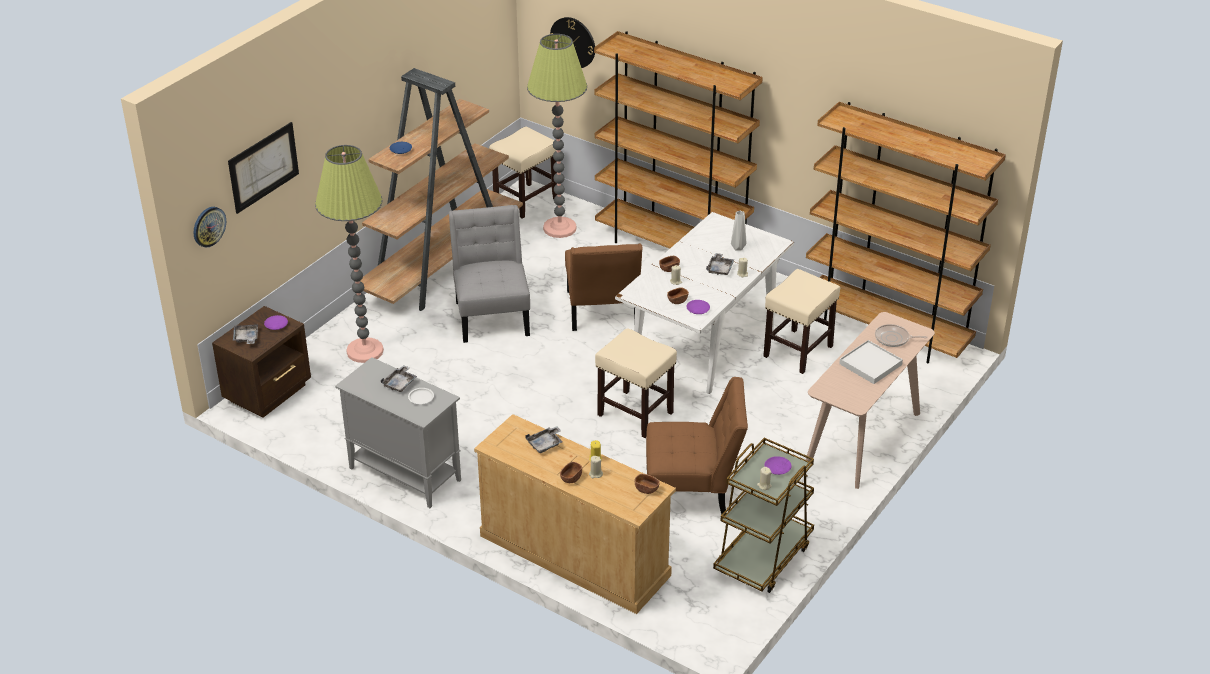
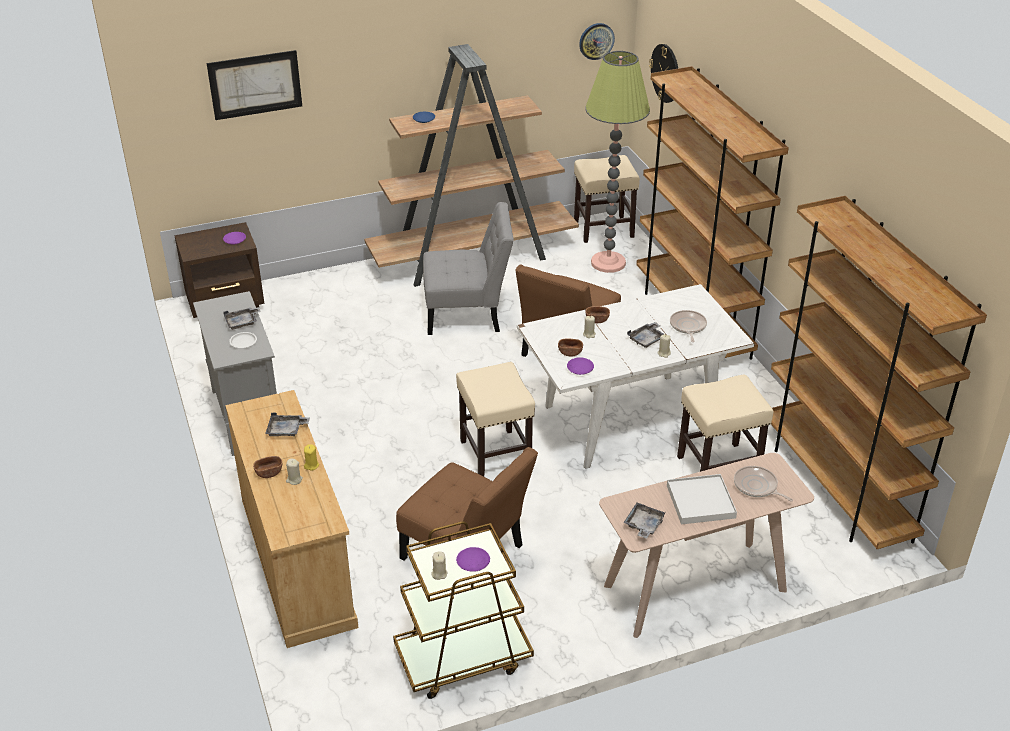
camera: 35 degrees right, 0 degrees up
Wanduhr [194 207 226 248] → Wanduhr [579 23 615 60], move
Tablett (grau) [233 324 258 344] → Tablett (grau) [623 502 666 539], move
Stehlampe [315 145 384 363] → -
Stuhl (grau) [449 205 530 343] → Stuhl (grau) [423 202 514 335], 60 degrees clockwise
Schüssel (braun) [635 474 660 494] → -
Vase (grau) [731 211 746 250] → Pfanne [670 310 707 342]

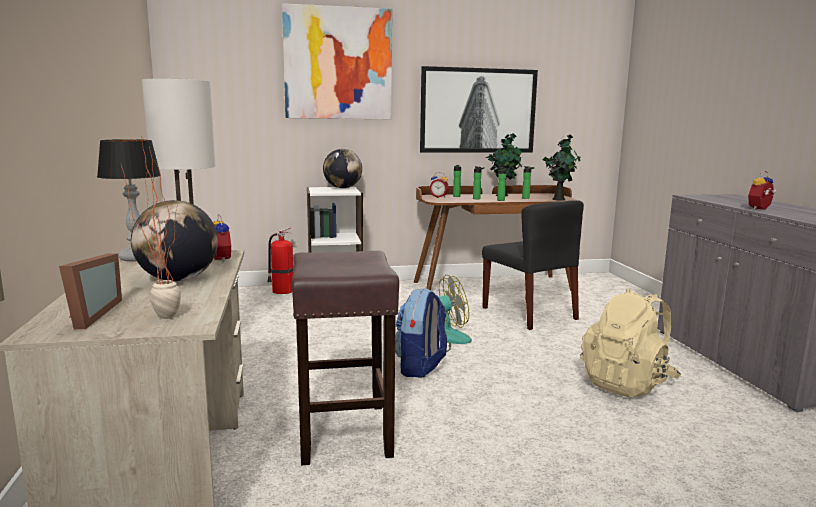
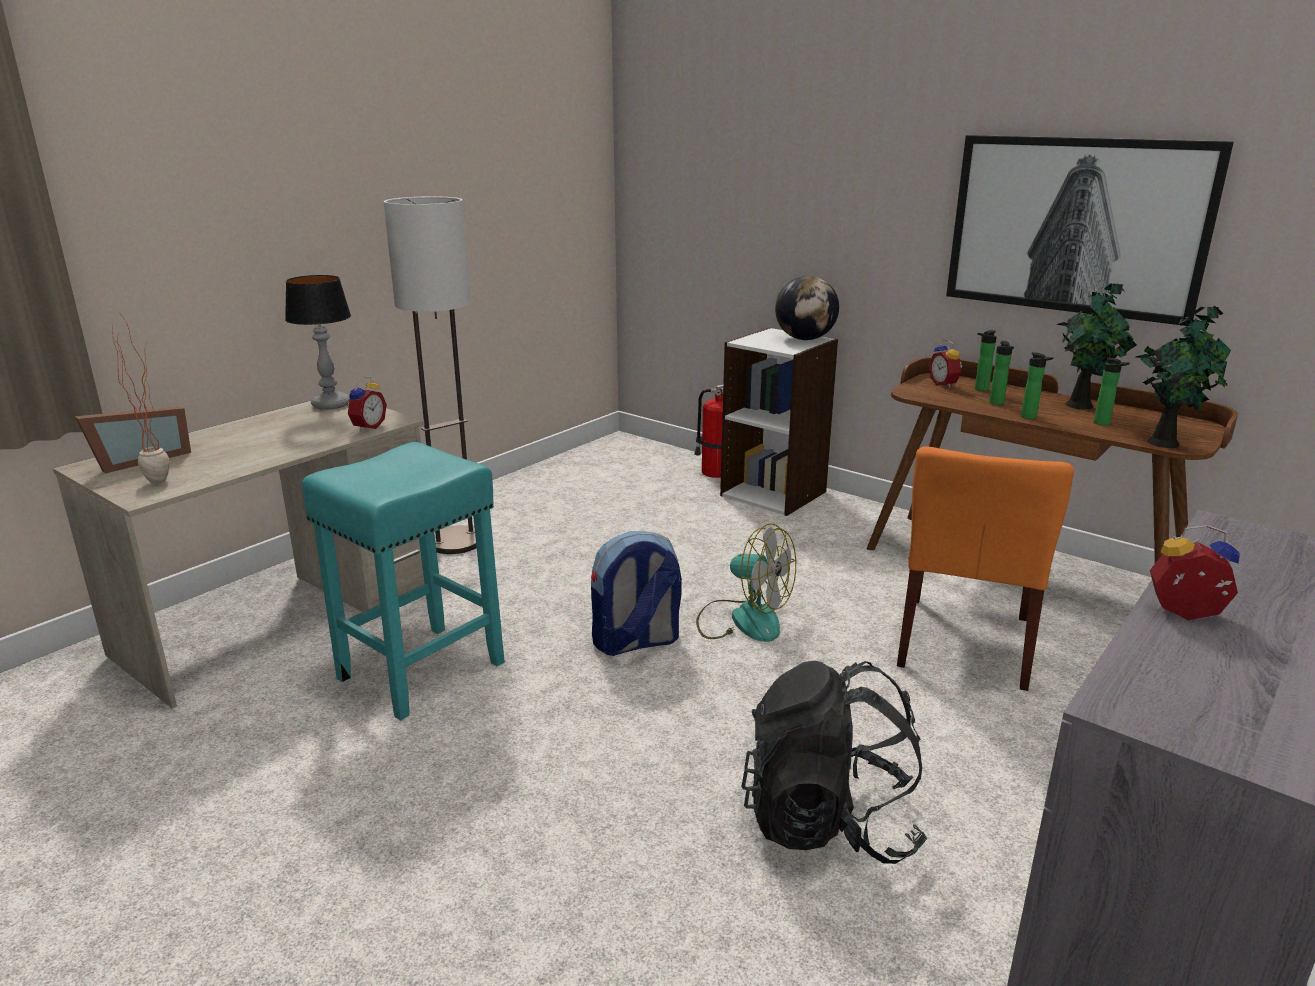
camera: 50 degrees right, 10 degrees up
Globus [131 200 218 281] → -
Bild [282 3 392 119] → -
Hocker (braun) [292 251 399 465] → Hocker (türkis) [302 442 505 720]
Stuhl (schwarz) [482 200 584 330] → Stuhl (orange) [897 446 1074 691]
Rucksack (beige) [580 289 681 397] → Rucksack (schwarz) [741 661 928 864]

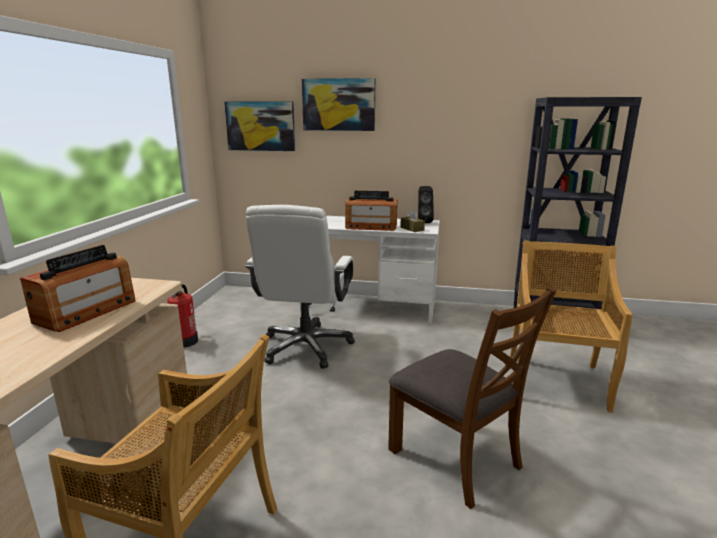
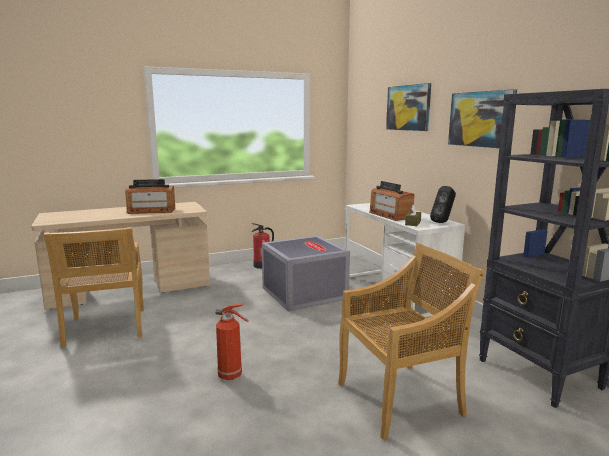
camera: 55 degrees right, 5 degrees down
Bild [224 101 295 151] → Bild [448 89 517 148], move
Bürostuhl (weiß) [245 205 355 369] → Aufbewahrungsbox (grau) [262 236 350 312]
Stuhl (braun) [388 286 557 509] → Feuerlöscher [216 304 249 380]

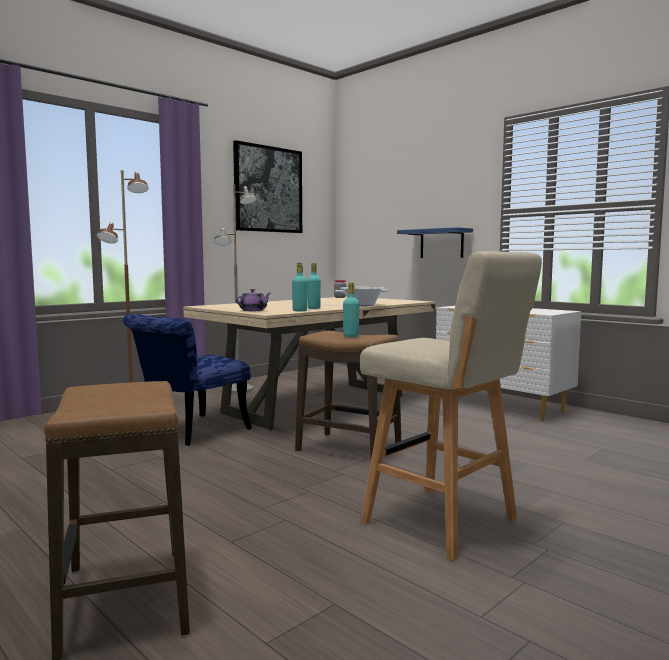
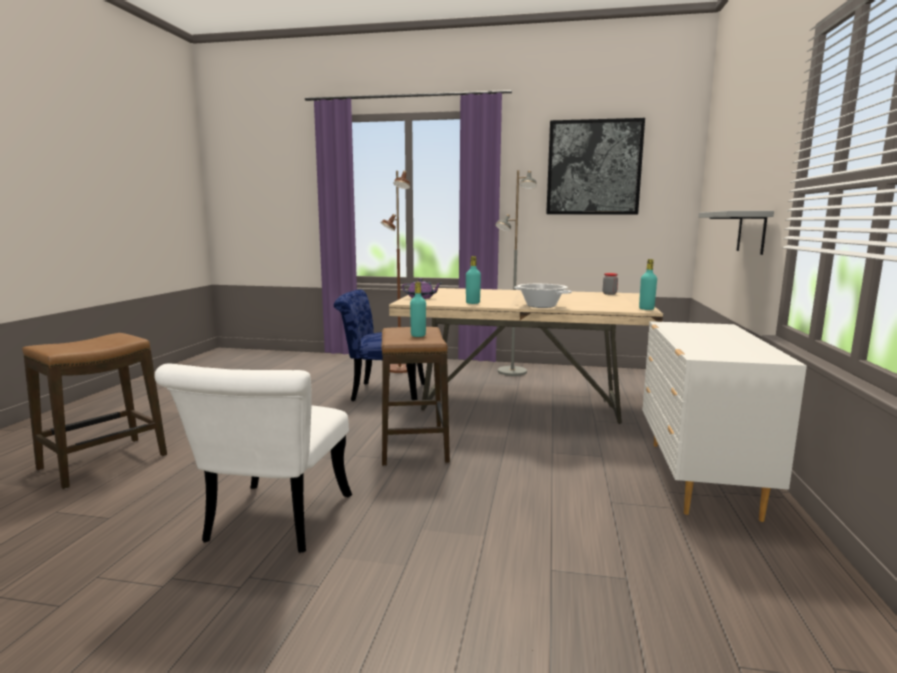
camera: 55 degrees right, 5 degrees up
Flasche (türkis) [292 263 308 311] → Flasche (türkis) [639 259 657 310], move
Hocker (beige) [360 251 542 561] → Stuhl (weiß) [154 364 352 553]
Wandregal (blau) [397 227 473 258] → Wandregal (grau) [698 211 774 255]

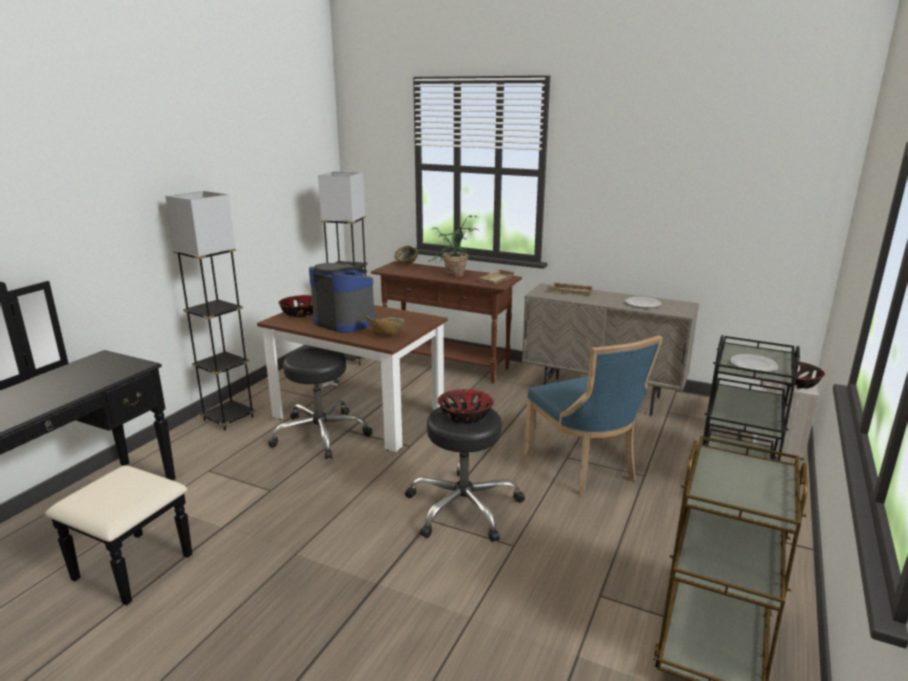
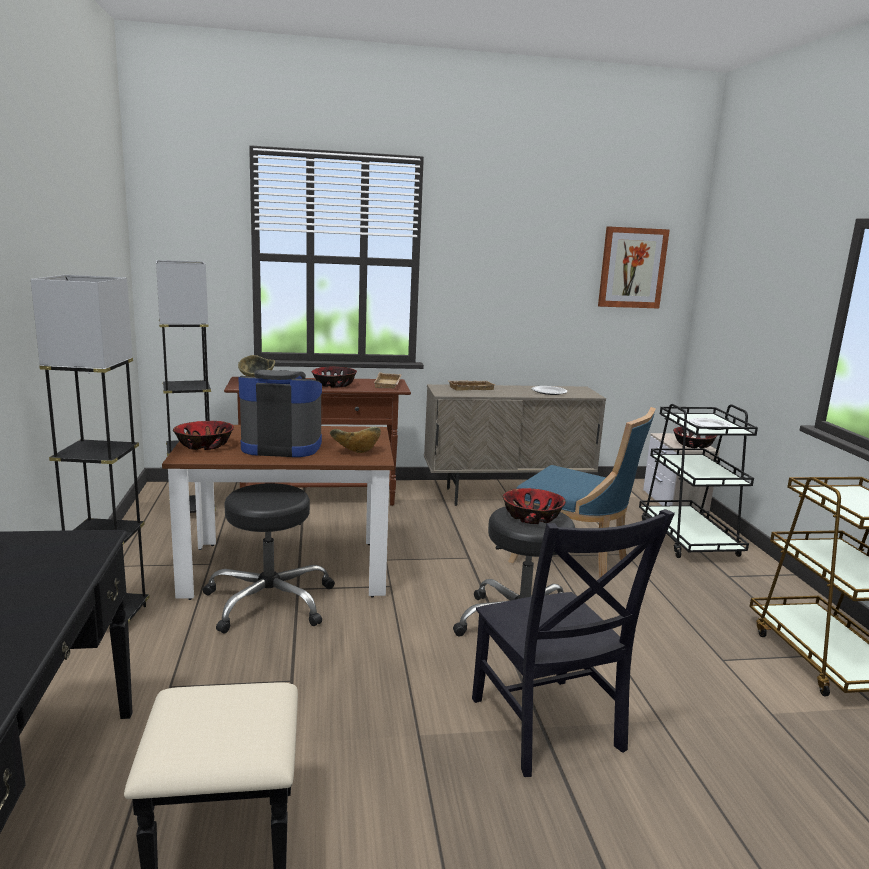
camera: 35 degrees left, 5 degrees down
Topfpflanze [427 216 479 277] → Schüssel [312 367 357 388]
- → Stuhl (schwarz) [472 509 675 777]
- → Bild [598 226 670 308]

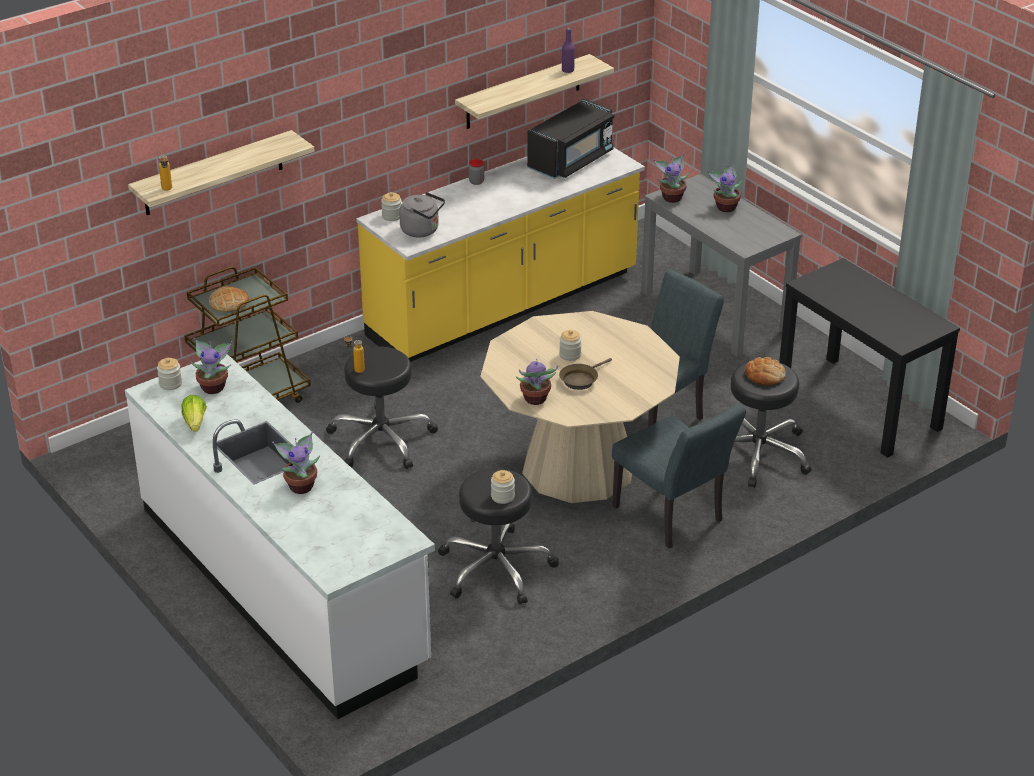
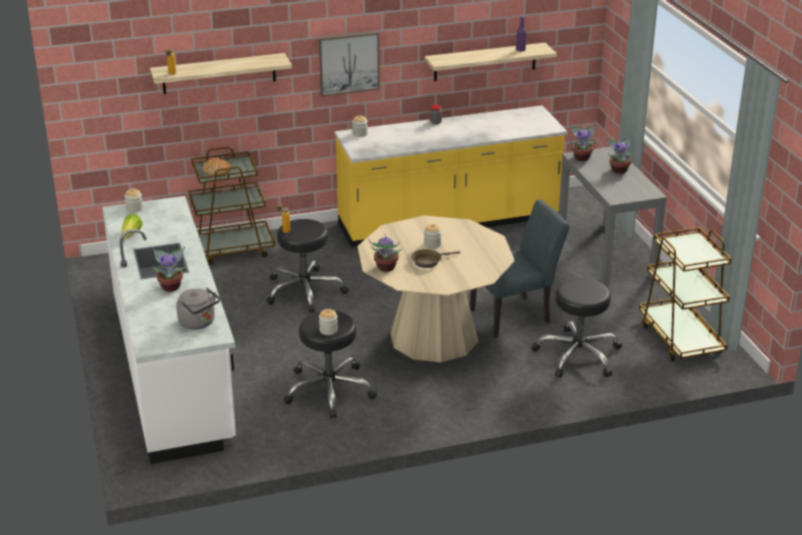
camera: 20 degrees right, 5 degrees down
Topfpflanze [190 338 233 394] → -
Wasserkessel (grau) [399 192 445 237] → Wasserkessel (grau) [176 288 220 330], move
Mikrowelle (schwarz) [527 99 615 179] → -
Stuhl (grau) [612 404 746 548] → -
Brot [745 357 786 385] → -
Konsolentisch (schwarz) [779 258 960 458] → Rollwagen (braun) [639 227 731 361]
- → Bild [319 32 380 96]

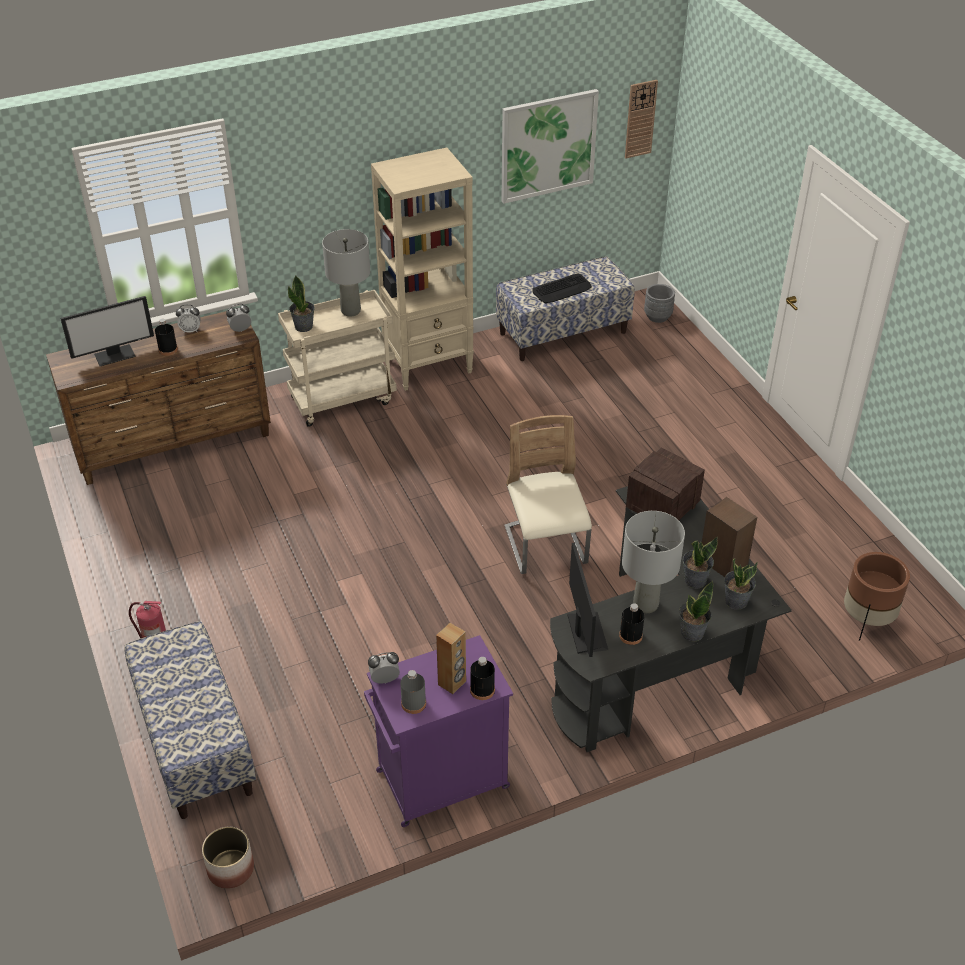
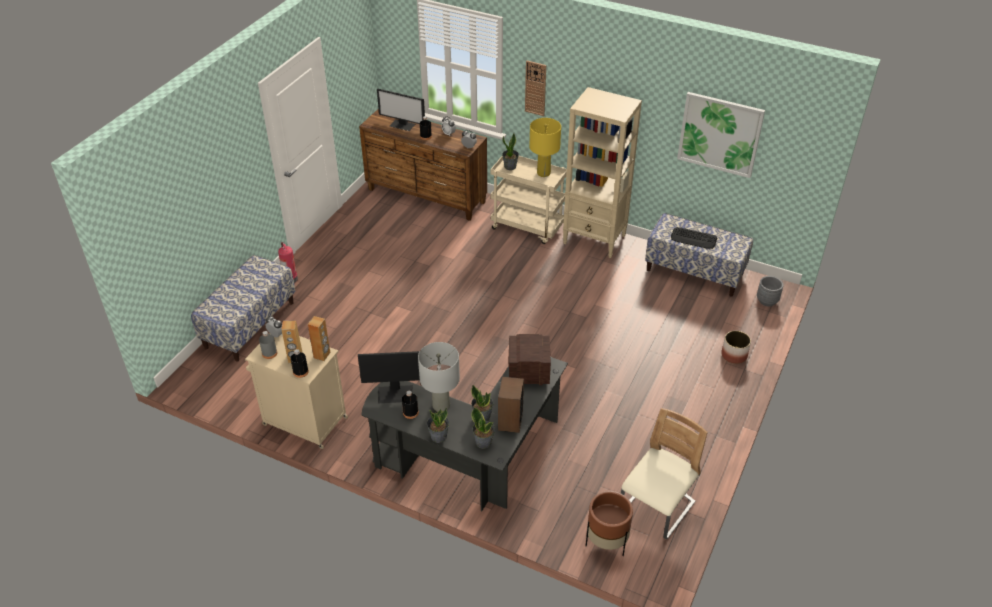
camera: 50 degrees right, 0 degrees up
Pflanzkübel [202 827 254 889] → Pflanzkübel [721 331 751 364], move
Tischlampe (grau) [322 229 370 317] → Tischlampe (gelb) [529 118 561 177]
Schrank (lila) [364 635 513 827] → Schrank (beige) [245 333 348 449]
Stuhl (beige) [505 415 592 574] → Stuhl (beige) [621 408 708 539], move
Monitor [567 543 608 657] → Monitor [358 351 420 403], 45 degrees clockwise
Wanduhr [625 80 658 158] → Wanduhr [525 61 546 116], move
- → Lautsprecher (braun) [308 316 330 361]

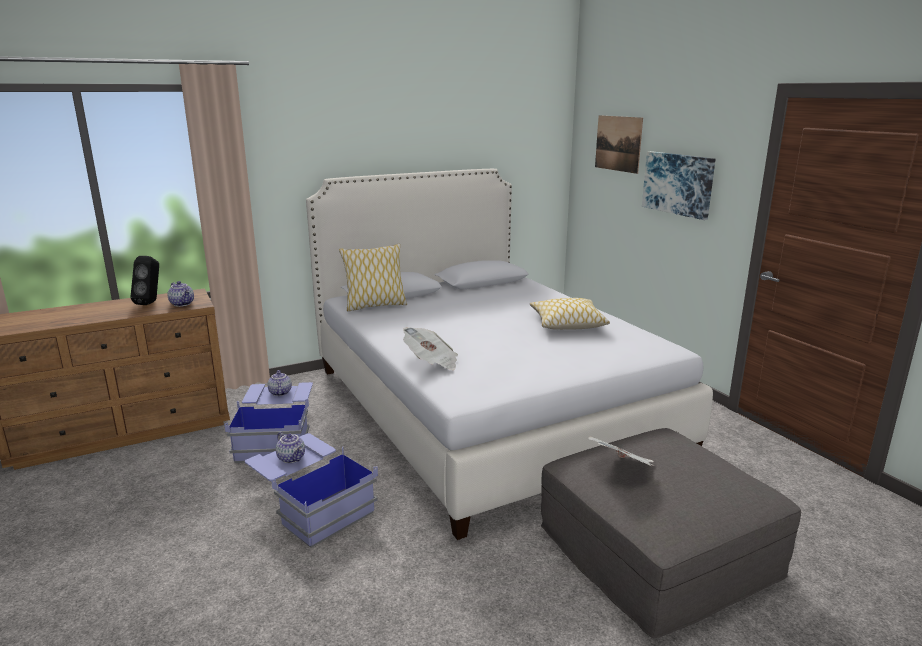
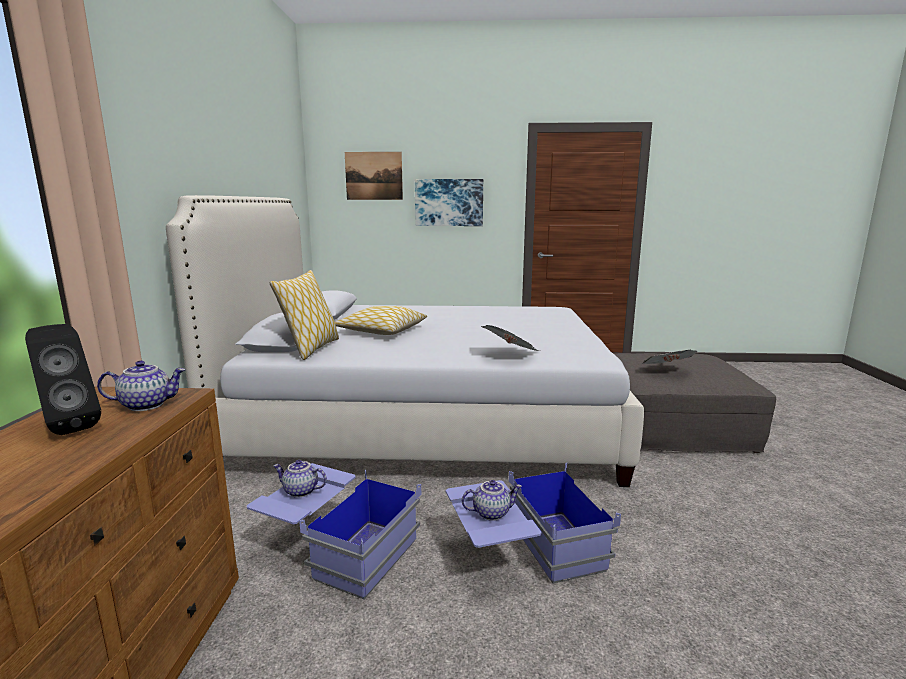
camera: 60 degrees left, 5 degrees down
Kissen [530 298 610 330] → Kissen [335 306 427 335], move

